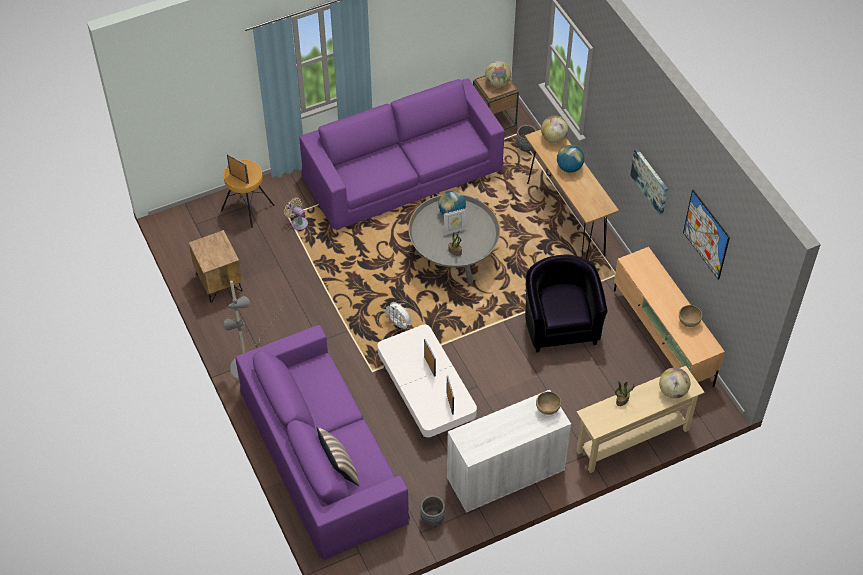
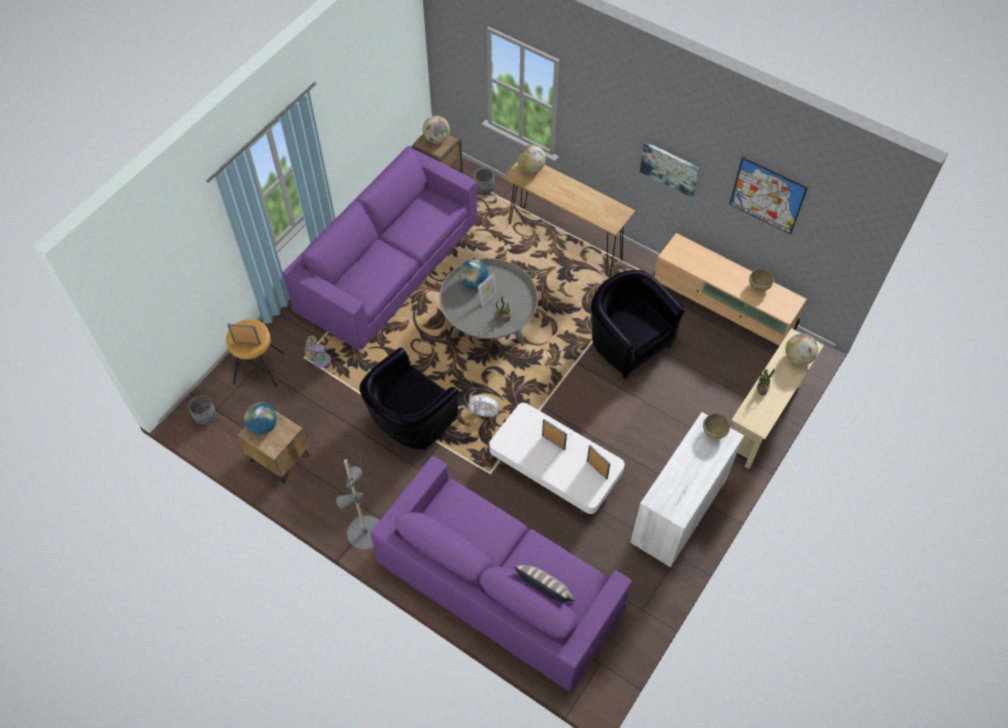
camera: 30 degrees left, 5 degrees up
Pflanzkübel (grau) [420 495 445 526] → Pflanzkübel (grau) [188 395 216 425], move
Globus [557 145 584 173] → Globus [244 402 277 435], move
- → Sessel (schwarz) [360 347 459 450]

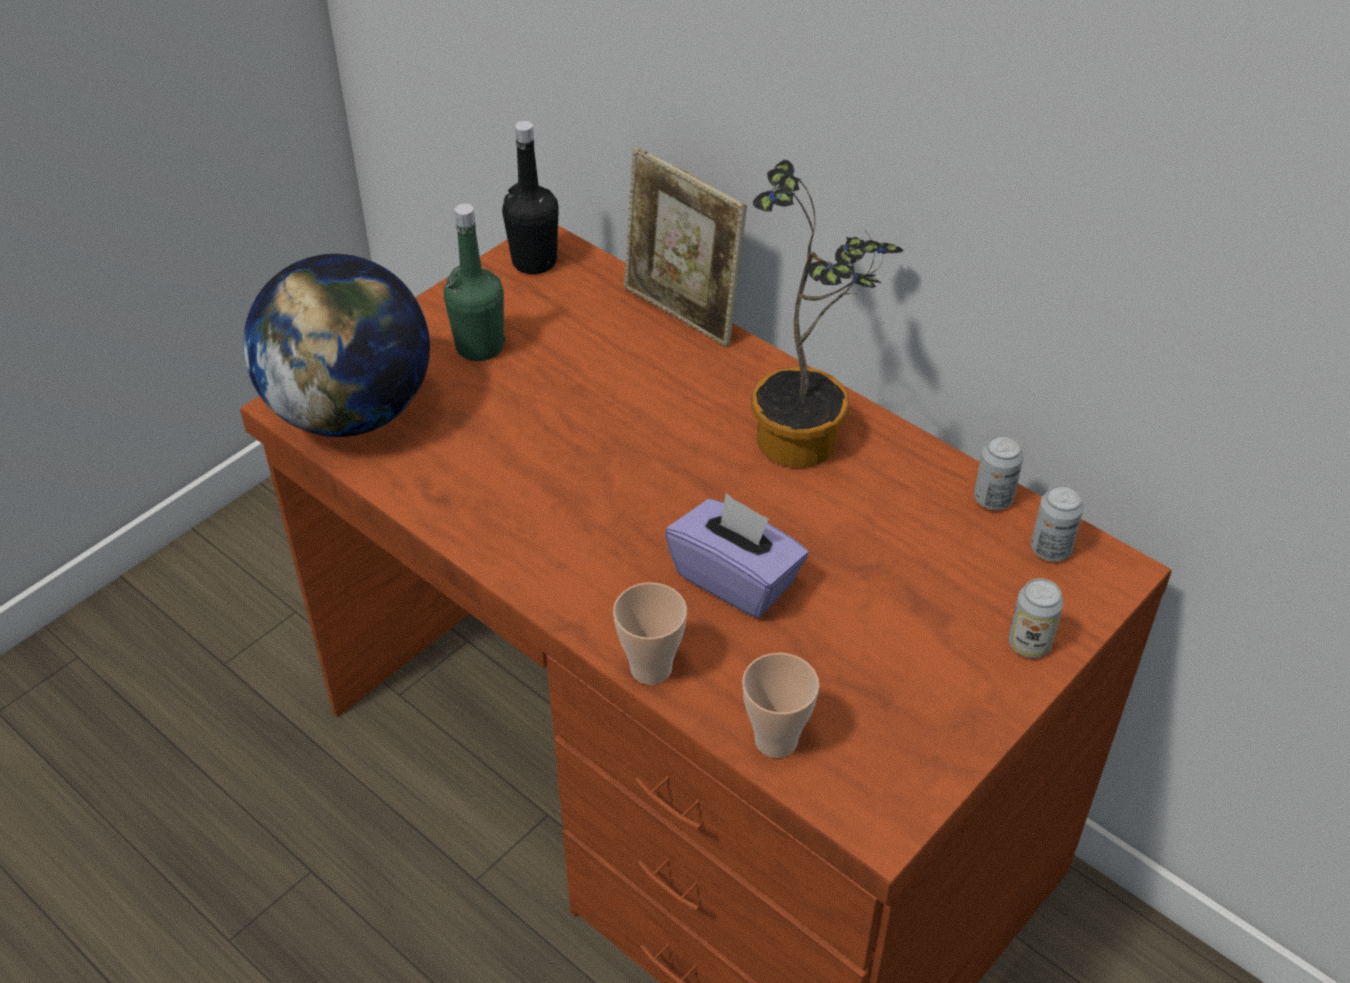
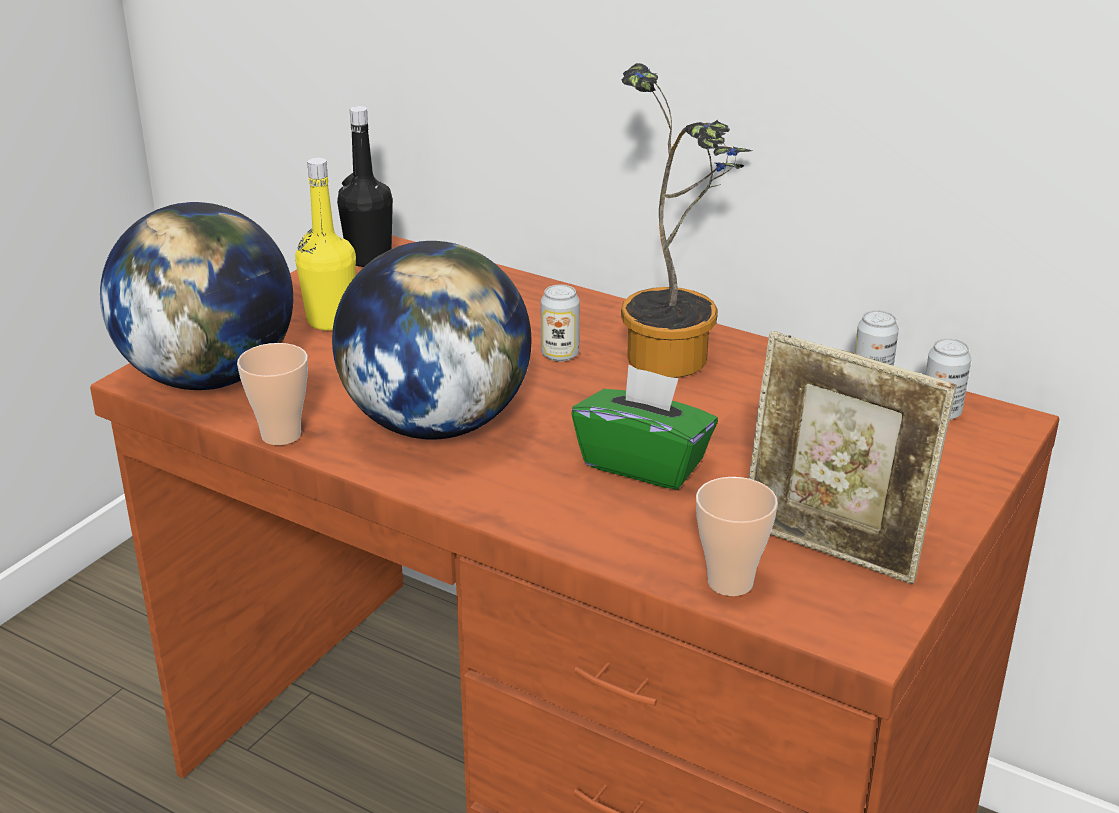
camera: 10 degrees left, 15 degrees down
Flasche (grün) [444 204 505 361] → Flasche (gelb) [295 158 356 331]
Tasse [613 582 687 685] → Tasse [237 343 308 445], move
Bilderrahmen [624 146 747 347] → Bilderrahmen [749 331 957 584], move
Taschentuchbox (lila) [665 493 808 618] → Taschentuchbox (grün) [572 365 718 490]
Dose [1009 578 1064 658] → Dose [541 284 580 362], move
- → Globus [332 241 532 440]

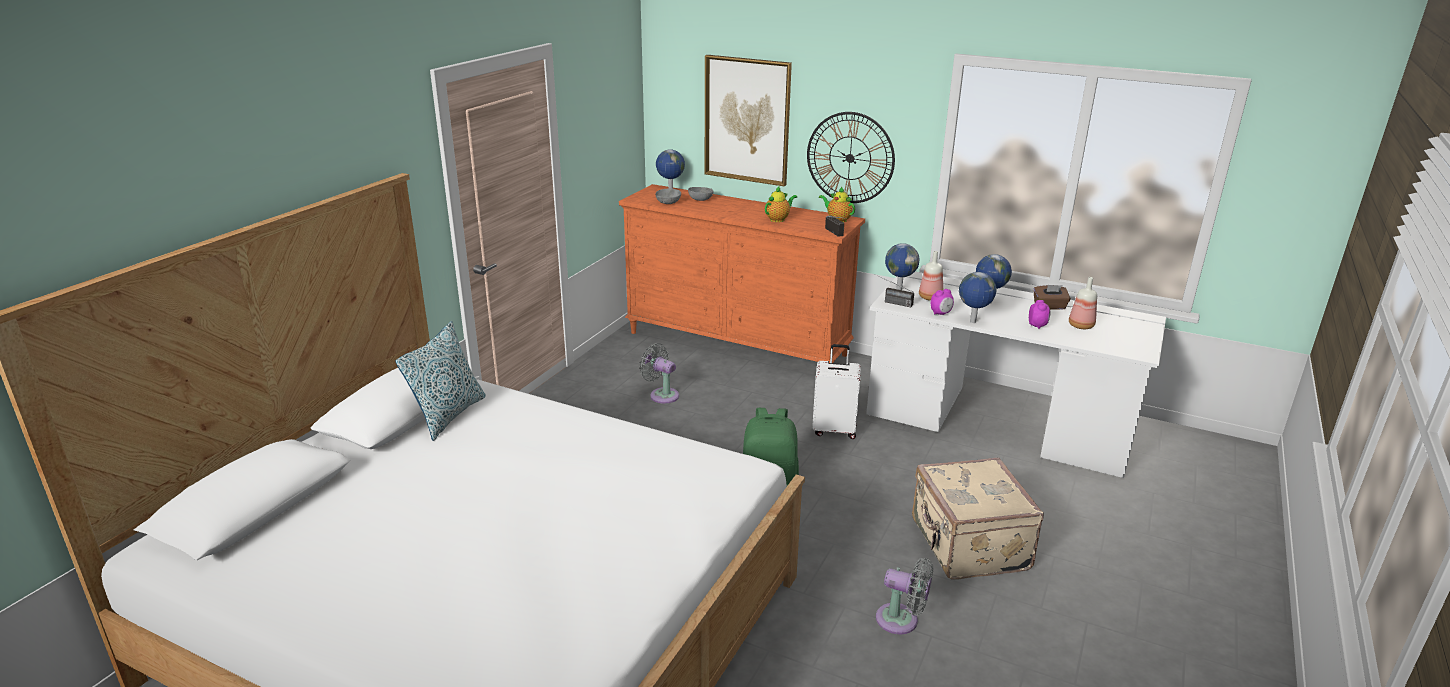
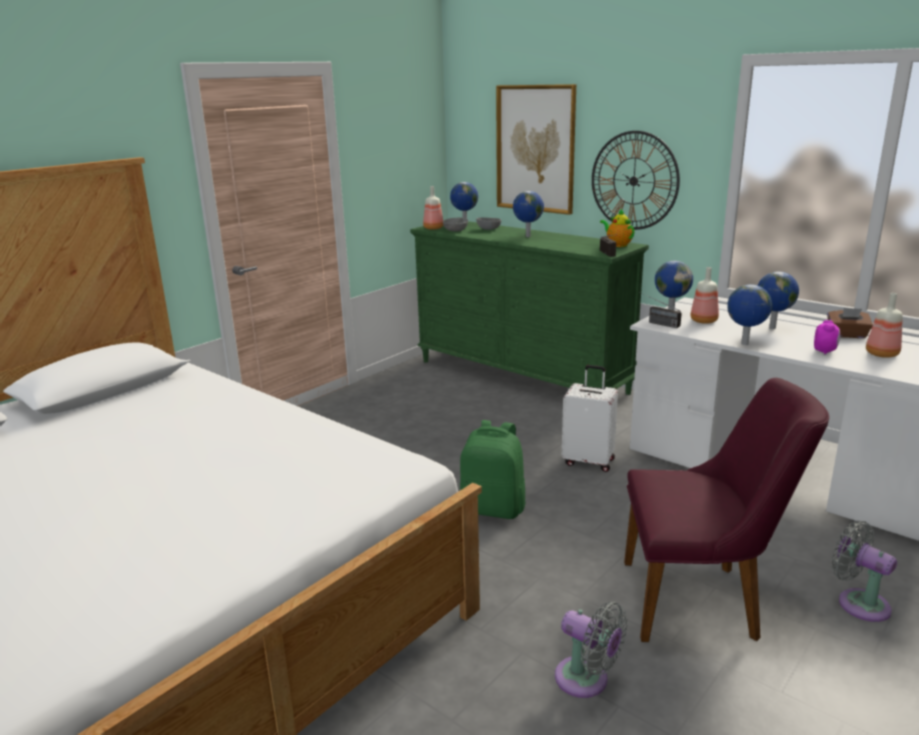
camera: 15 degrees right, 5 degrees down
Kissen [396 321 486 441] → -
Kommode (orange) [619 184 865 363] → Kommode (grün) [410 221 649 395]
Ventilator (grau) [639 343 679 404] → Ventilator (grau) [831 520 897 622], move
Teekanne [765 187 797 222] → -
Koffer (beige) [912 458 1044 579] → Stuhl (lila) [624 378 829 642]
Wecker [931 289 954 315] → -
- → Flasche [423 186 443 230]
- → Globus [513 191 544 237]

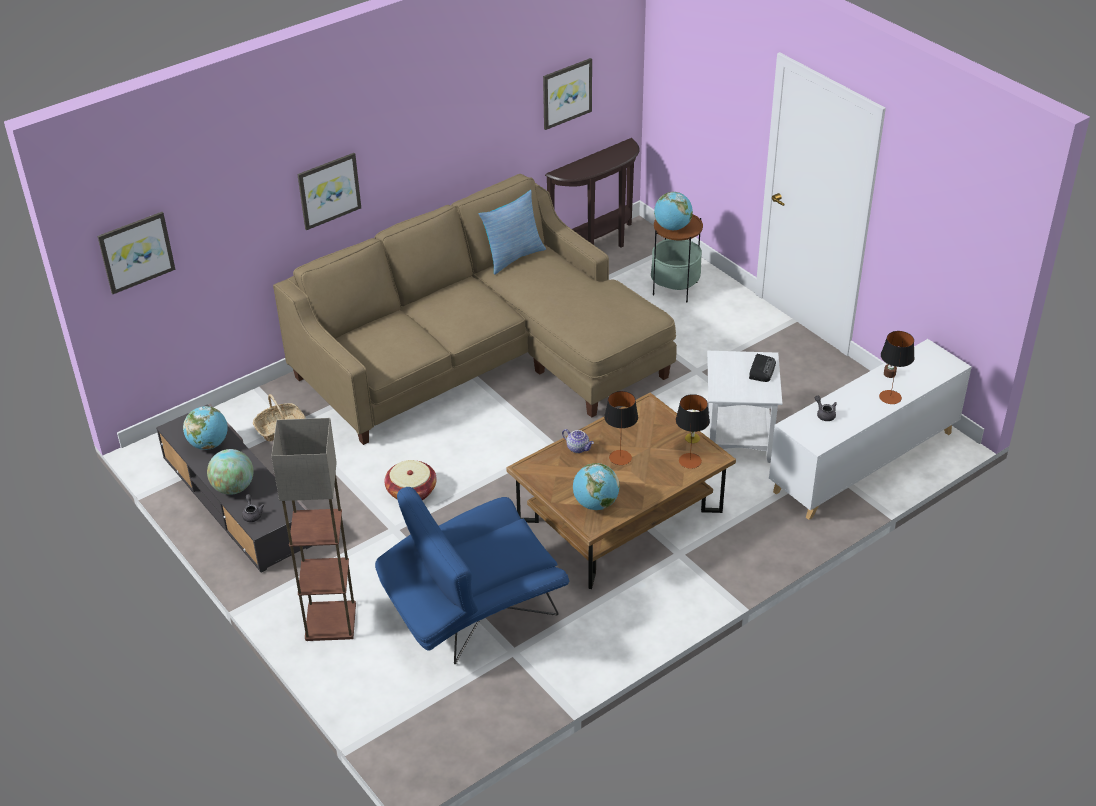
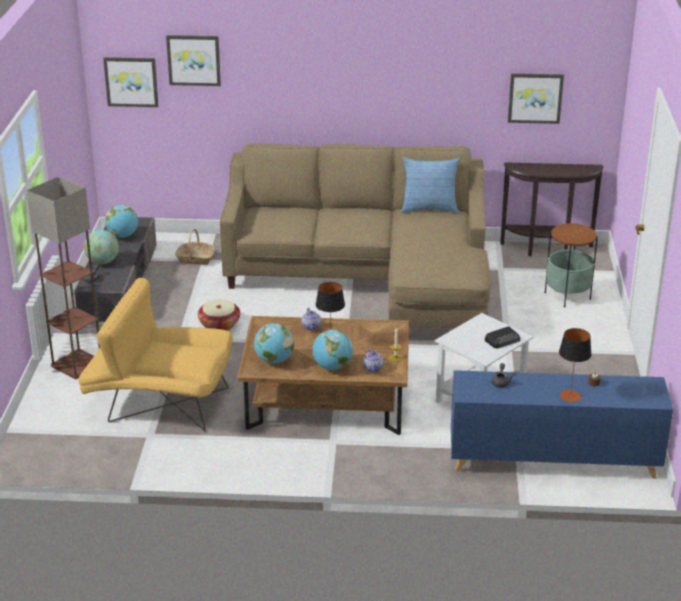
camera: 40 degrees right, 10 degrees down
Bild [297 153 361 230] → Bild [166 35 221 86], move
Sessel (blau) [375 487 569 664] → Sessel (gelb) [78 278 233 431]
Globus [654 192 693 230] → Globus [312 330 353 370], move
Tischlampe [676 394 710 469] → Teekanne [363 348 384 372]
Schrank (weiß) [769 339 972 520] → Schrank (blau) [451 370 673 479]

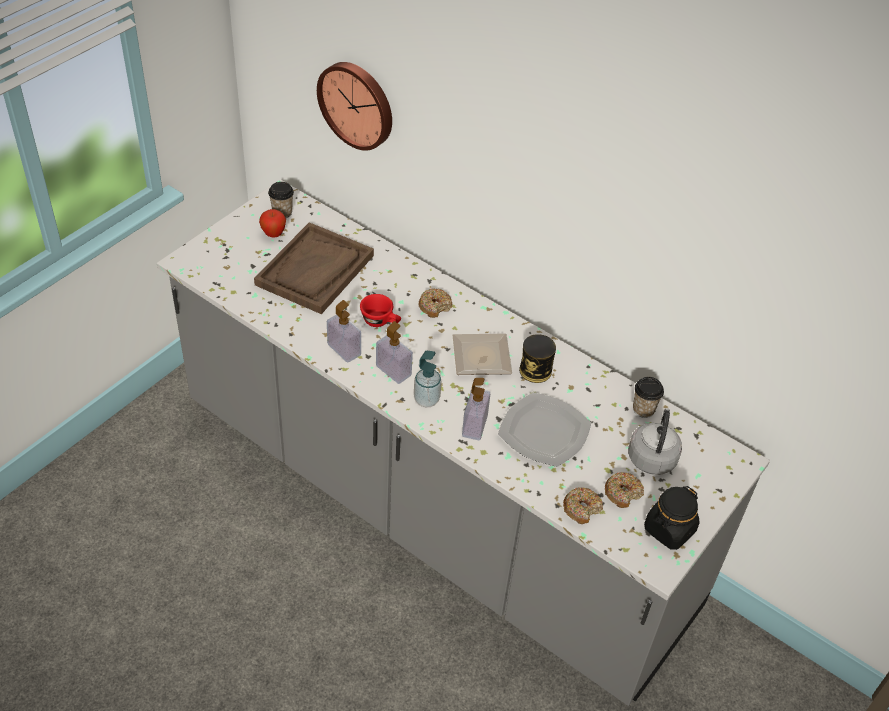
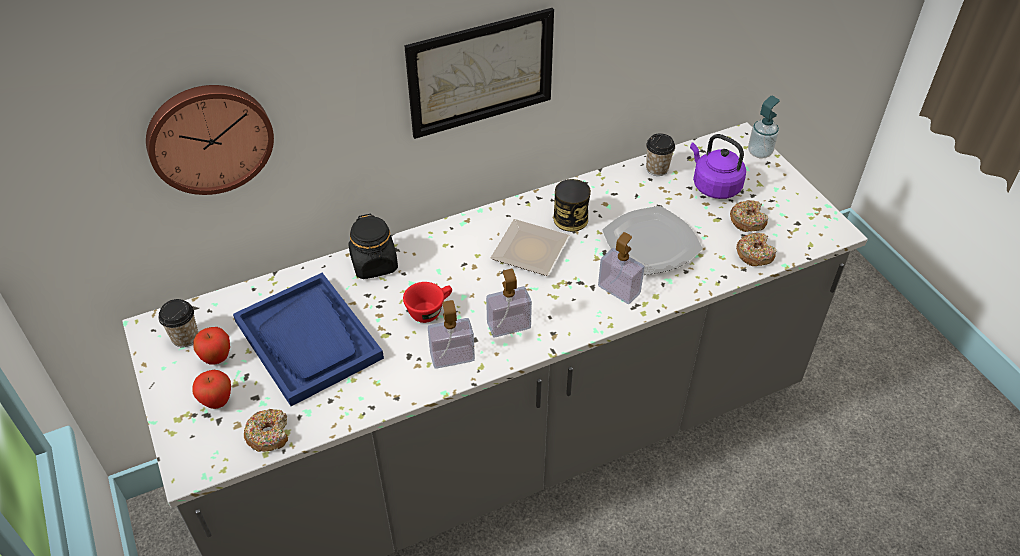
camera: 60 degrees left, 0 degrees up
Tablett (braun) [254 222 374 314] → Tablett (blau) [233 273 384 406]
Seifenspender [414 351 442 407] → Seifenspender [748 96 780 159], move
Donut [419 288 452 318] → Donut [244 409 288 452], move
Wasserkessel (grau) [628 409 682 475] → Wasserkessel (lila) [690 134 746 199]
Vorratsglas (schwarz) [644 486 700 550] → Vorratsglas (schwarz) [348 214 398 279], move
- → Apfel [192 370 231 409]
- → Bild [404 8 554 139]

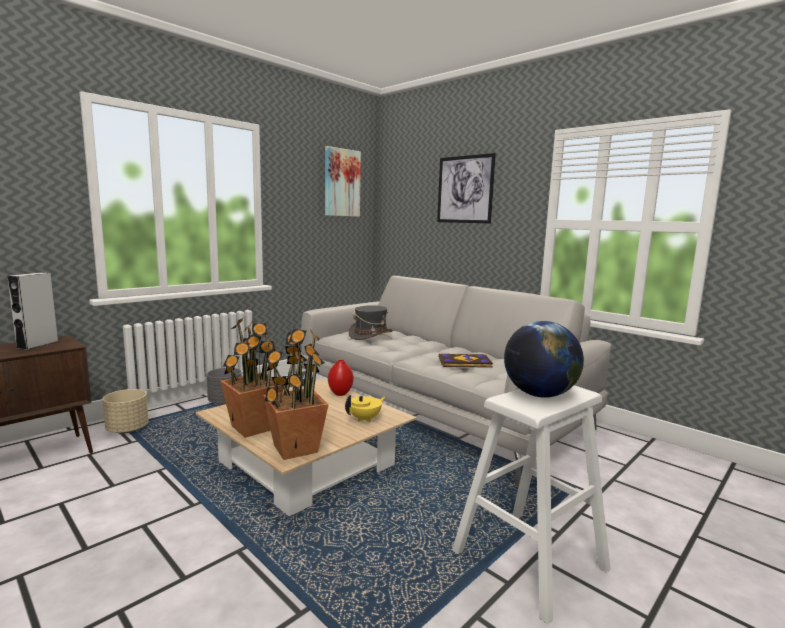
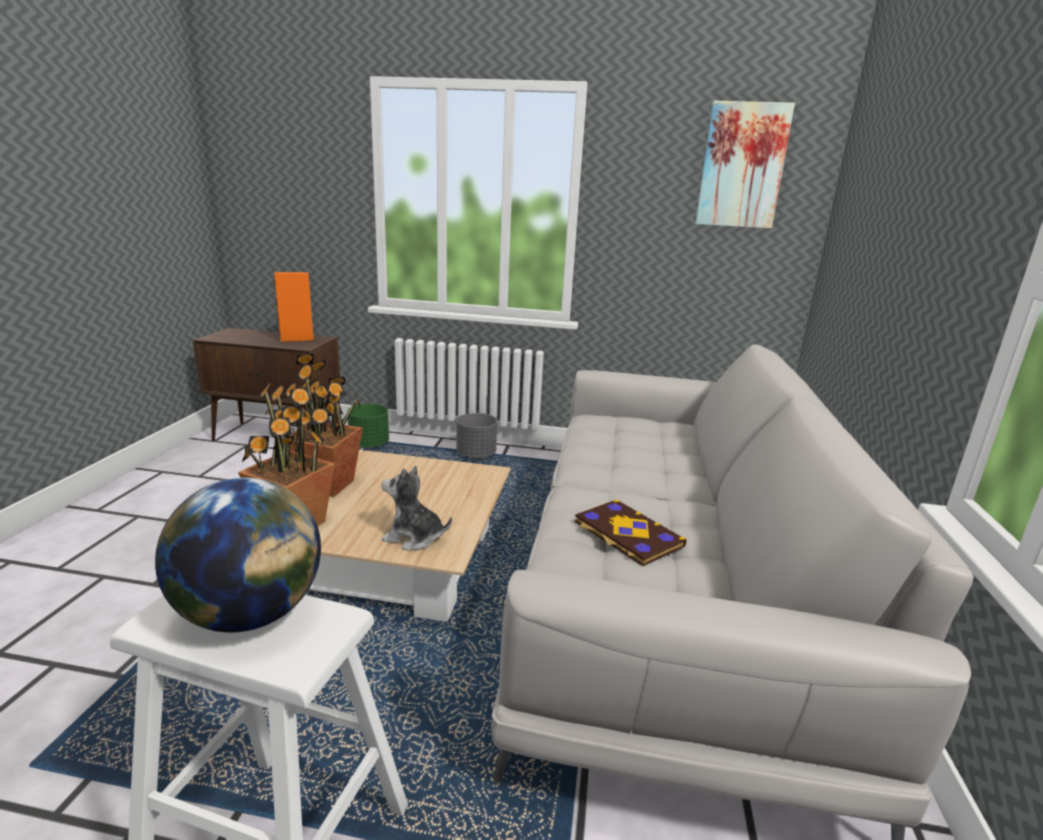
camera: 55 degrees right, 10 degrees up
Lautsprecher (grau) [7 272 58 350] → Lautsprecher (orange) [274 272 314 342]
Pflanzkübel (beige) [102 389 149 434] → Pflanzkübel (grün) [347 404 389 448]
Vase (rot) [328 360 353 396] → -
Teekanne (gelb) [345 395 385 422] → Plüschtier [381 466 452 550]
Hut (grau) [348 306 392 340] → -
Bild [437 153 496 224] → -

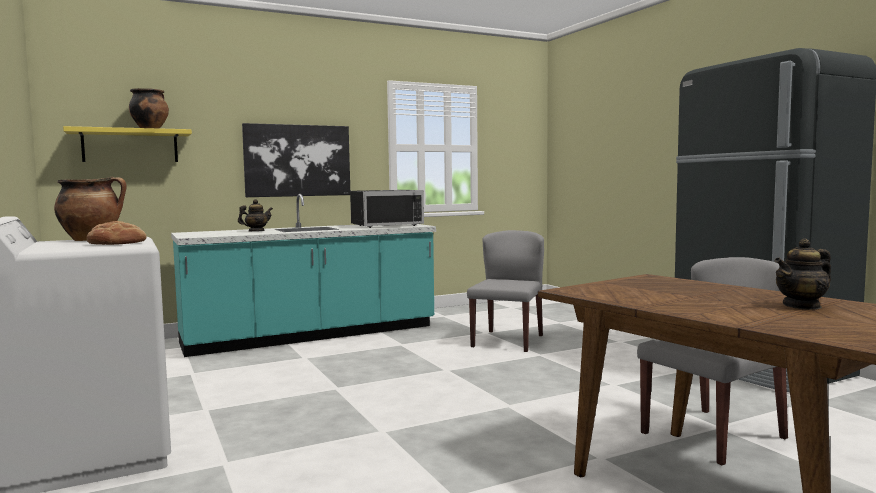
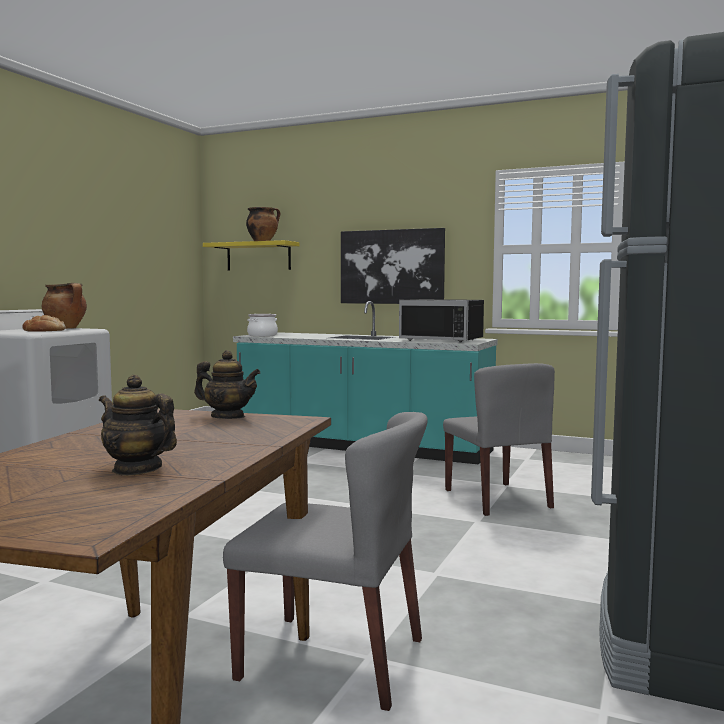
camera: 50 degrees right, 0 degrees up
Teekanne [238 199 273 231] → Teekanne [194 350 260 419], move
Stuhl (grau) [467 230 544 352] → Stuhl (grau) [443 363 555 516], 90 degrees clockwise
- → Kochtopf [247 314 278 337]

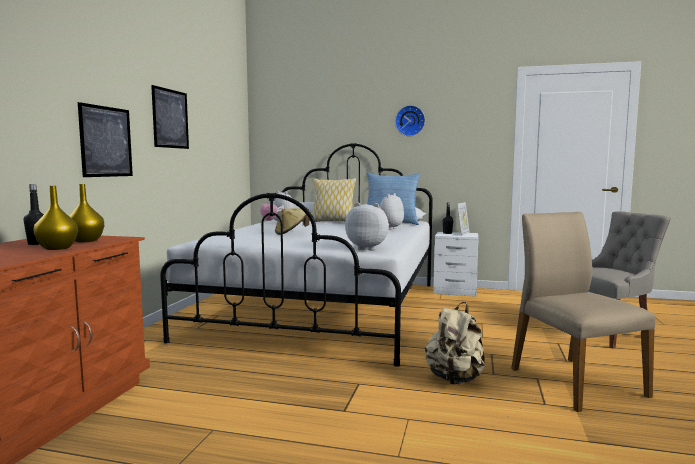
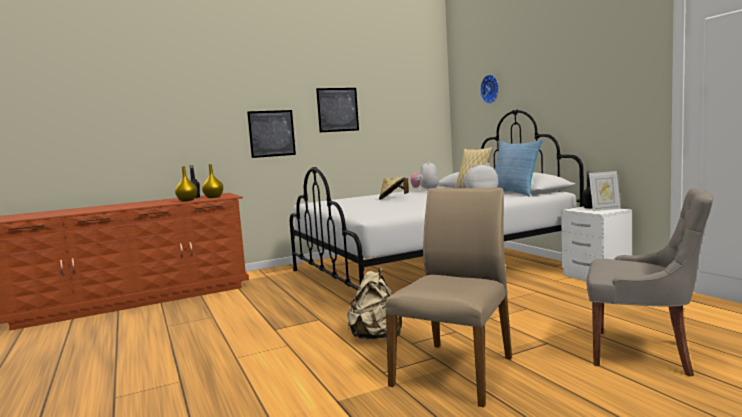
camera: 50 degrees right, 0 degrees up
Plüschtier [345 202 389 250] → -
Wanduhr [395 105 425 136] → Wanduhr [480 75 499 104], move

